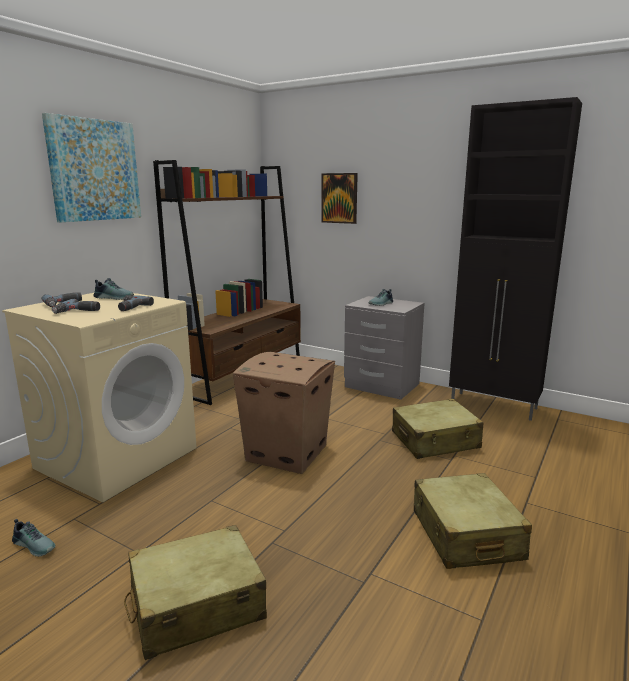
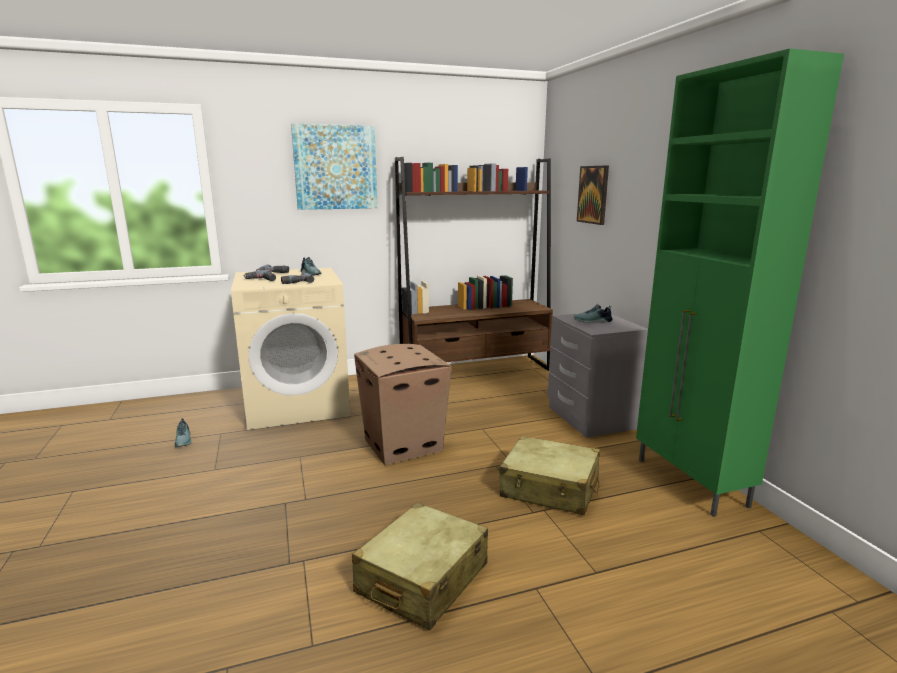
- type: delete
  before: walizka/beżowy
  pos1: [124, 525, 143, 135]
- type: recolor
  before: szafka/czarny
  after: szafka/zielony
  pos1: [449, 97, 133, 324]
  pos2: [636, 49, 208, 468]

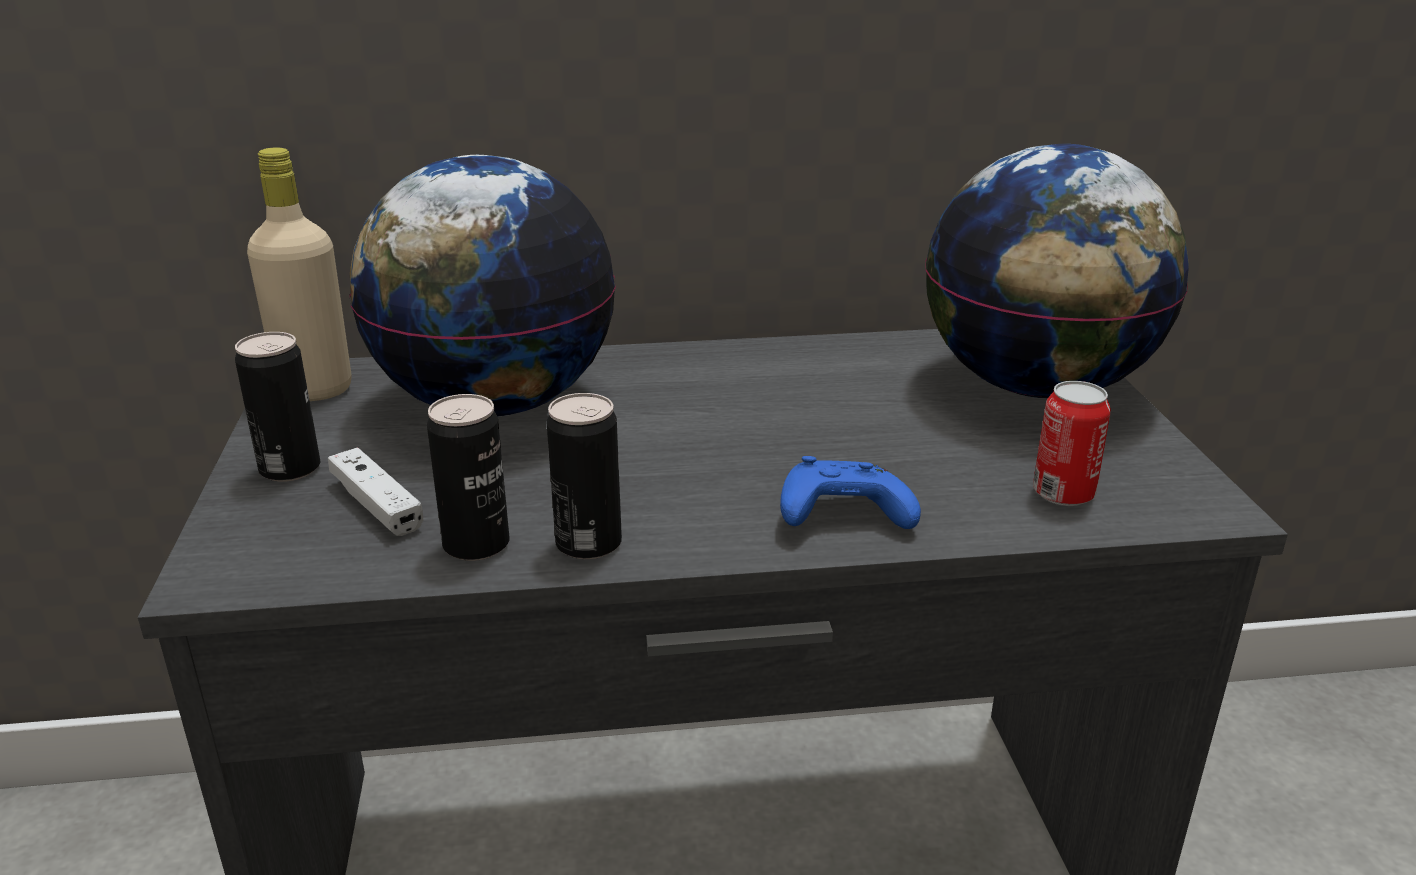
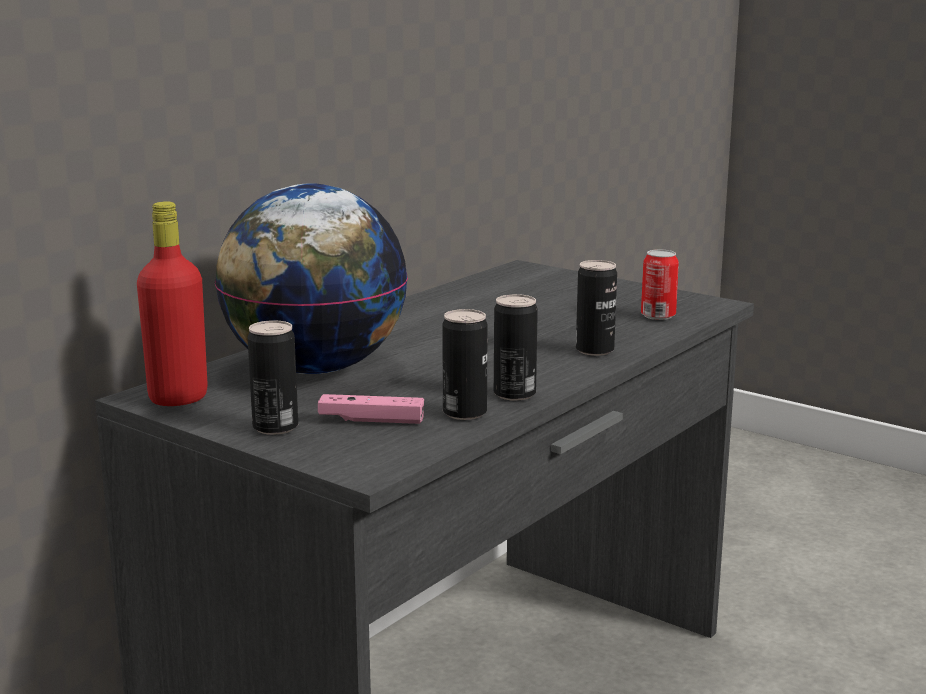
- type: recolor
  before: butelka/beżowy
  after: butelka/czerwony
  pos1: [247, 147, 104, 254]
  pos2: [137, 201, 71, 205]
- type: recolor
  before: pad do gier/biały
  after: pad do gier/różowy
  pos1: [328, 448, 95, 88]
  pos2: [318, 394, 106, 30]
- type: replace
  before: pad do gier/niebieski
  after: puszka
  pos1: [780, 456, 141, 73]
  pos2: [576, 260, 41, 96]
- type: delete
  before: globus
  pos1: [925, 144, 264, 254]

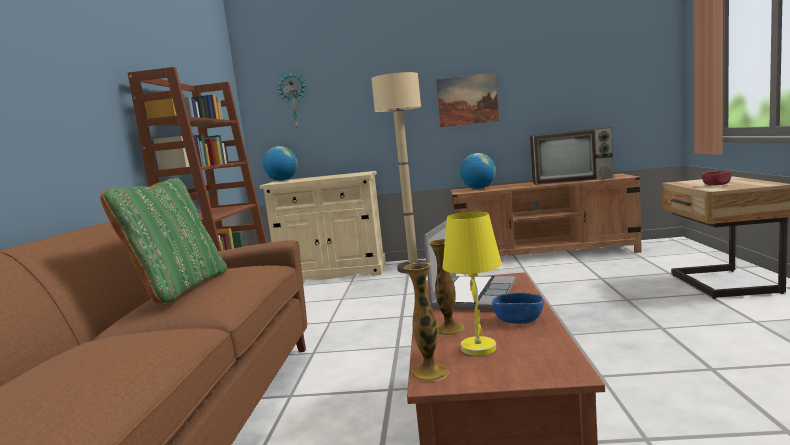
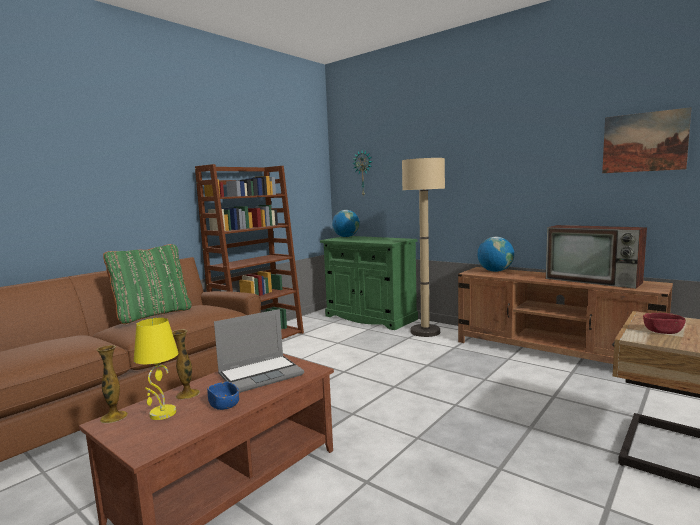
- type: recolor
  before: szafka/beżowy
  after: szafka/zielony
  pos1: [260, 171, 126, 109]
  pos2: [320, 236, 98, 94]
- type: move
  before: obraz
  pos1: [436, 73, 63, 54]
  pos2: [602, 107, 89, 66]

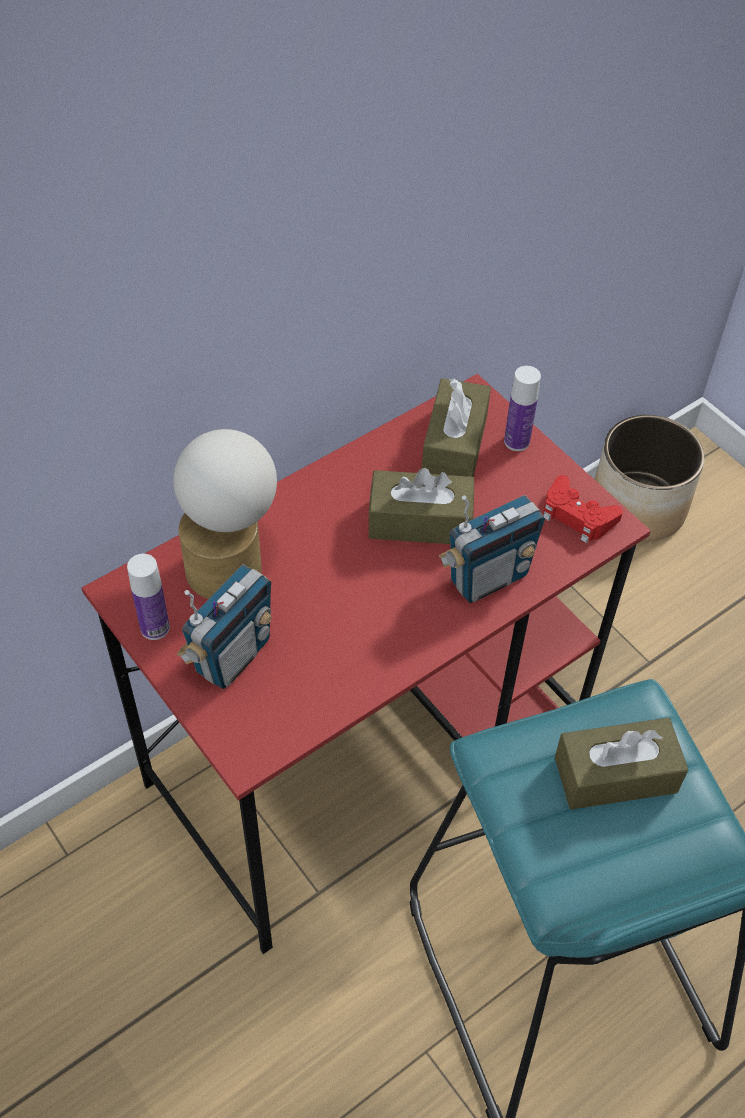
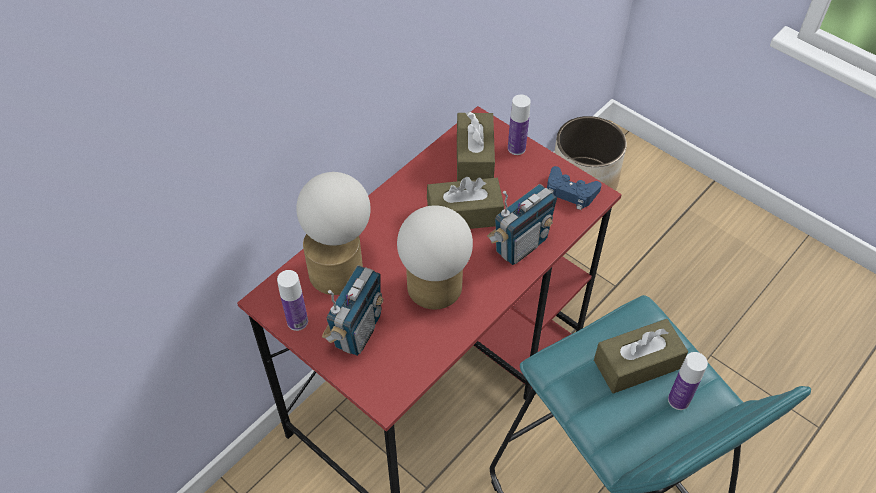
- type: recolor
  before: pad do gier/czerwony
  after: pad do gier/niebieski
  pos1: [543, 475, 80, 68]
  pos2: [547, 166, 54, 44]
- type: insert
  after: lampa stołowa
  pos2: [397, 205, 76, 104]
- type: insert
  after: butelka
  pos2: [668, 352, 40, 58]

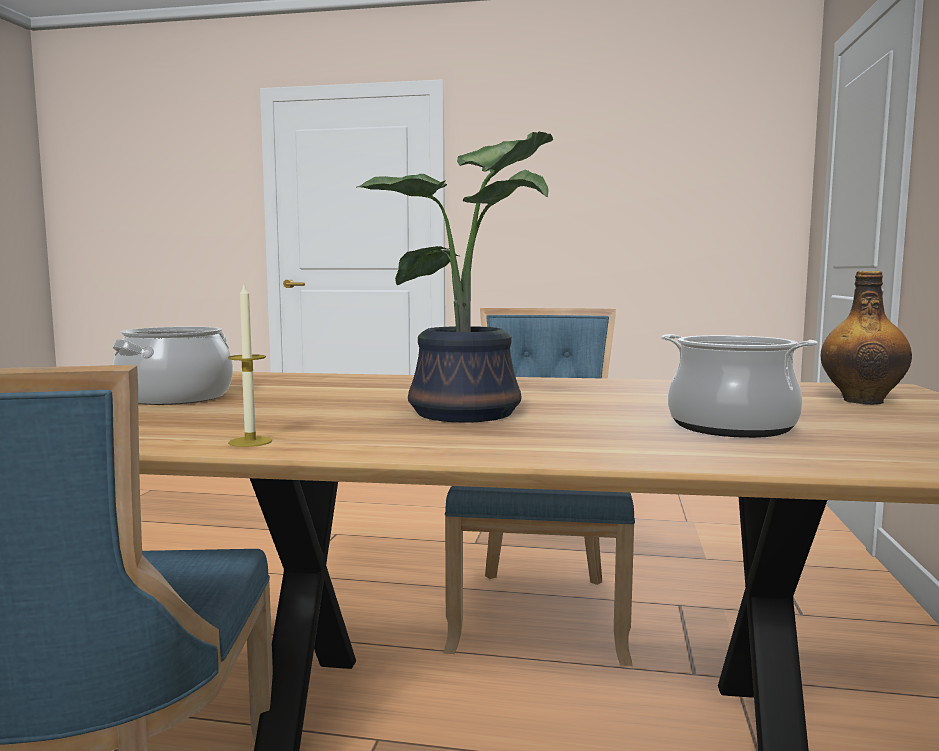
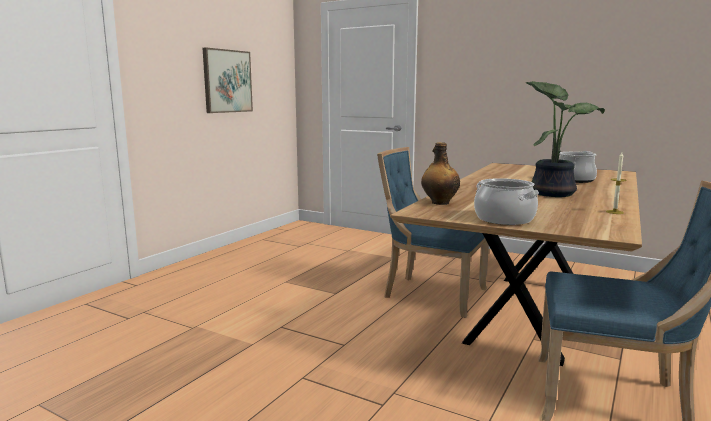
- type: move
  before: butelka
  pos1: [821, 271, 91, 133]
  pos2: [421, 142, 39, 63]
- type: insert
  after: obraz
  pos2: [203, 48, 50, 65]

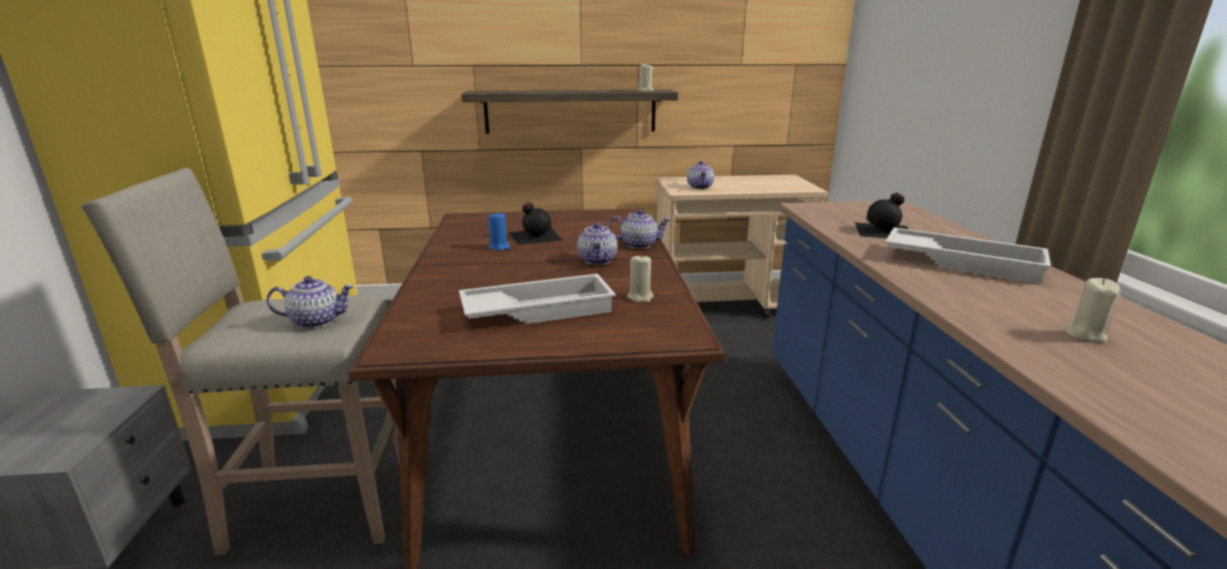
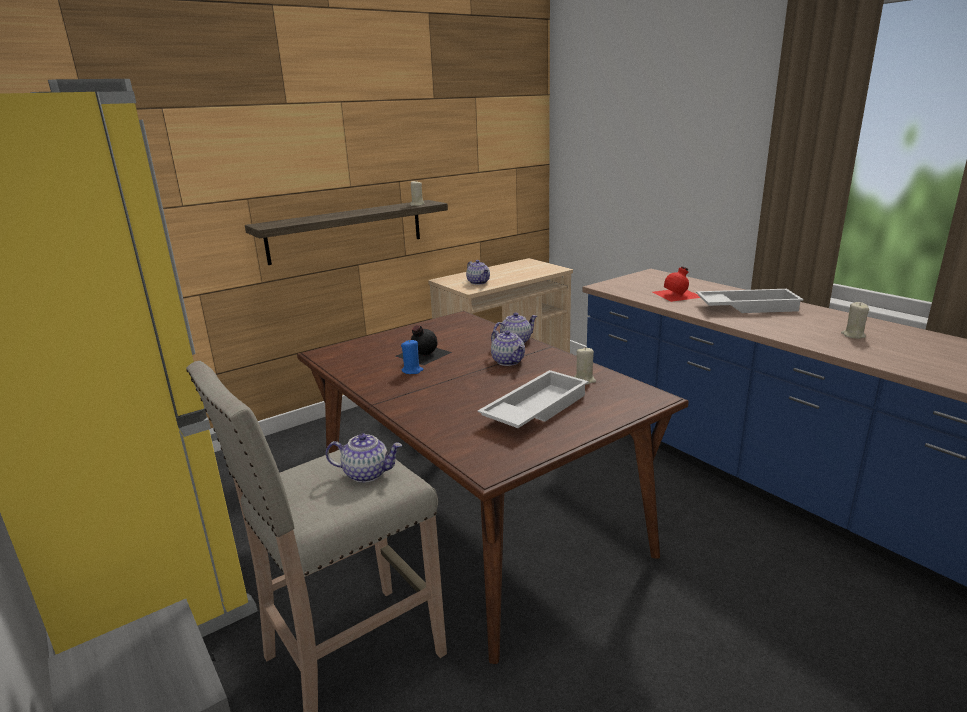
- type: rotate
  before: imbryk
  pos1: [266, 276, 88, 52]
  pos2: [326, 433, 76, 50]
  turn: 45
- type: recolor
  before: butelka/czarny
  after: butelka/czerwony
  pos1: [854, 192, 55, 46]
  pos2: [653, 266, 47, 36]

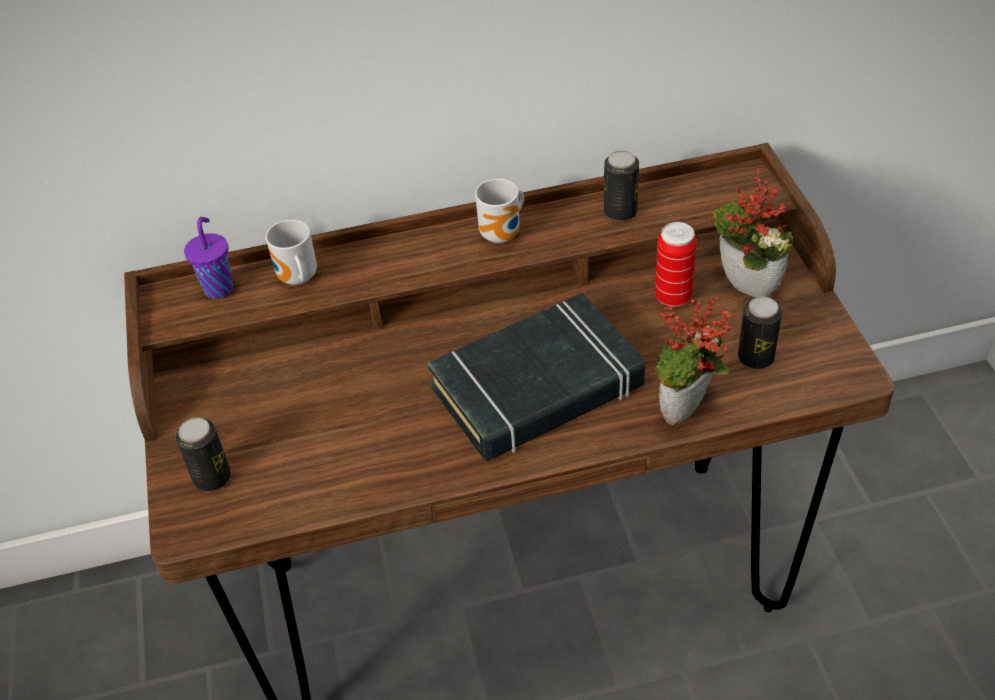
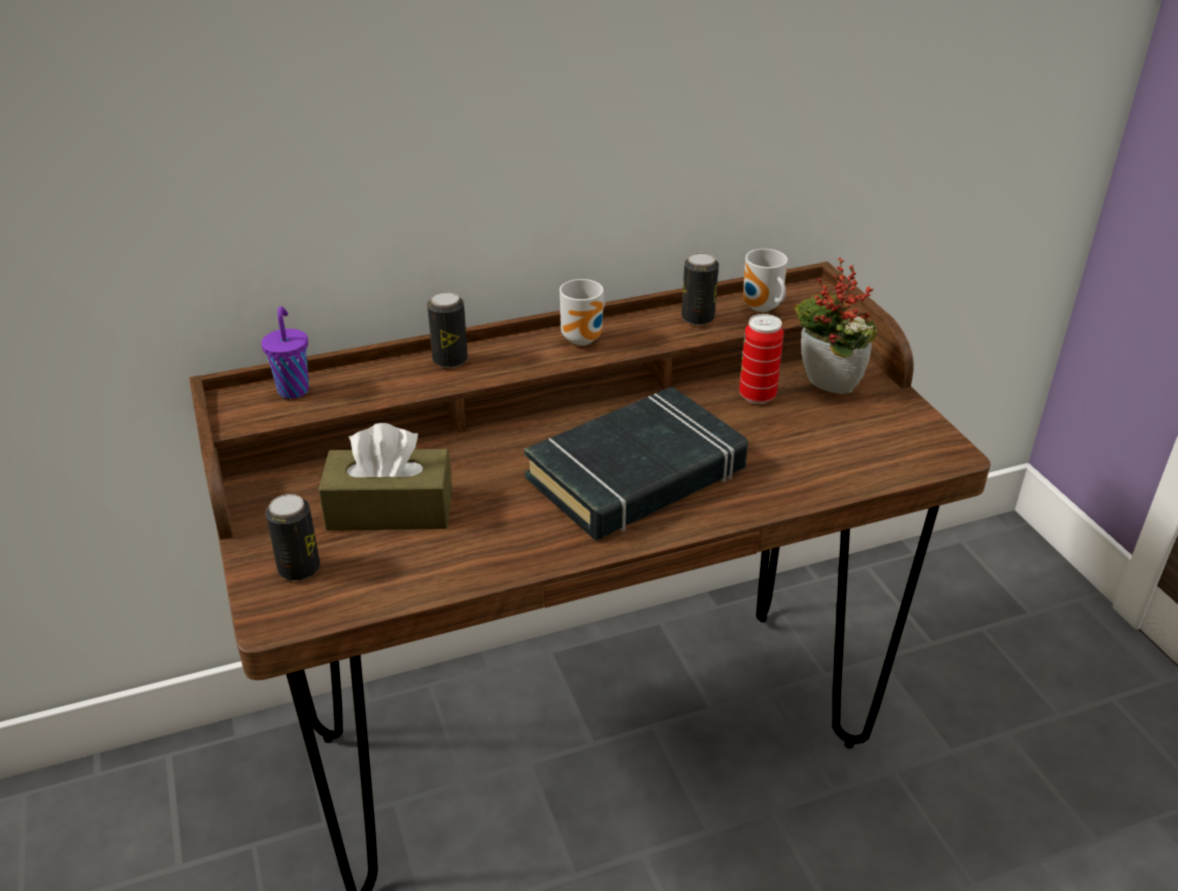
- type: move
  before: kubek
  pos1: [265, 220, 52, 65]
  pos2: [743, 249, 45, 63]
- type: delete
  before: roślina doniczkowa
  pos1: [655, 297, 77, 128]
- type: move
  before: puszka
  pos1: [738, 297, 44, 72]
  pos2: [427, 292, 41, 76]
- type: insert
  after: pudełko chusteczek/brązowy
  pos2: [318, 423, 134, 108]

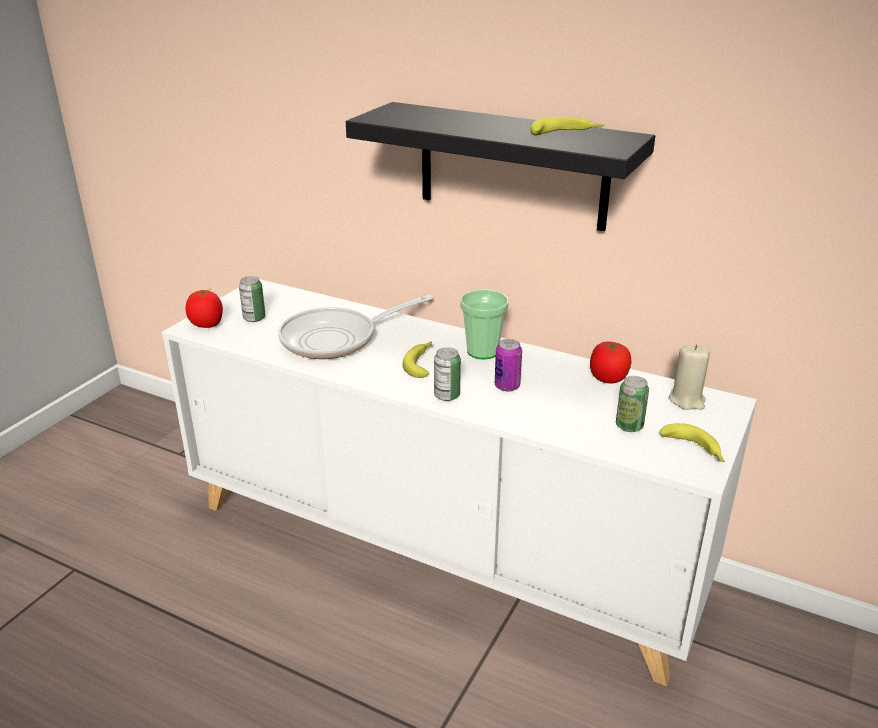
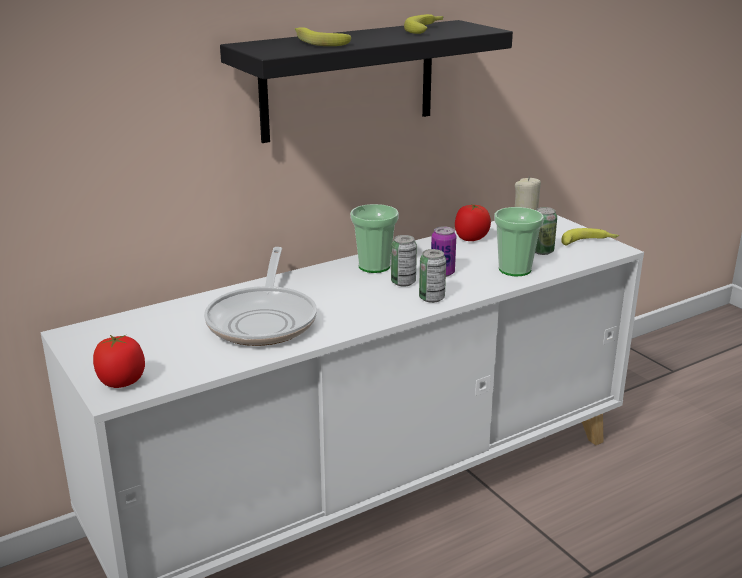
- type: move
  before: puszka
  pos1: [239, 276, 27, 46]
  pos2: [391, 235, 26, 52]
- type: move
  before: banan
  pos1: [402, 341, 30, 37]
  pos2: [295, 27, 56, 19]
- type: insert
  after: filiżanka
  pos2: [494, 207, 50, 69]

